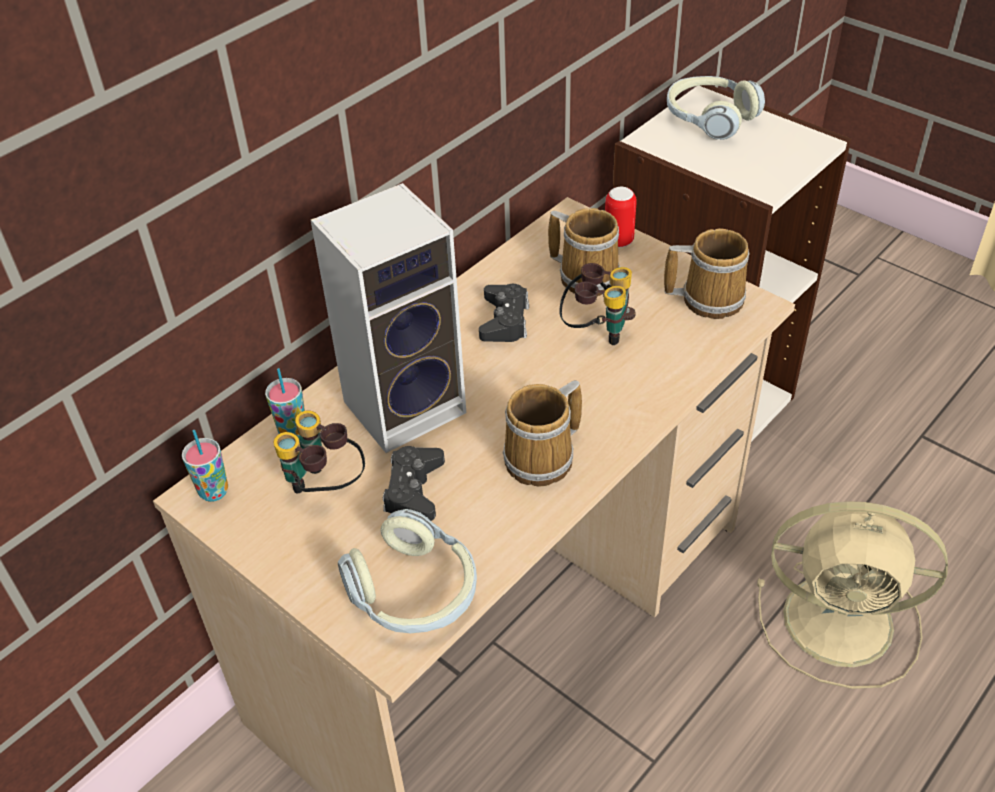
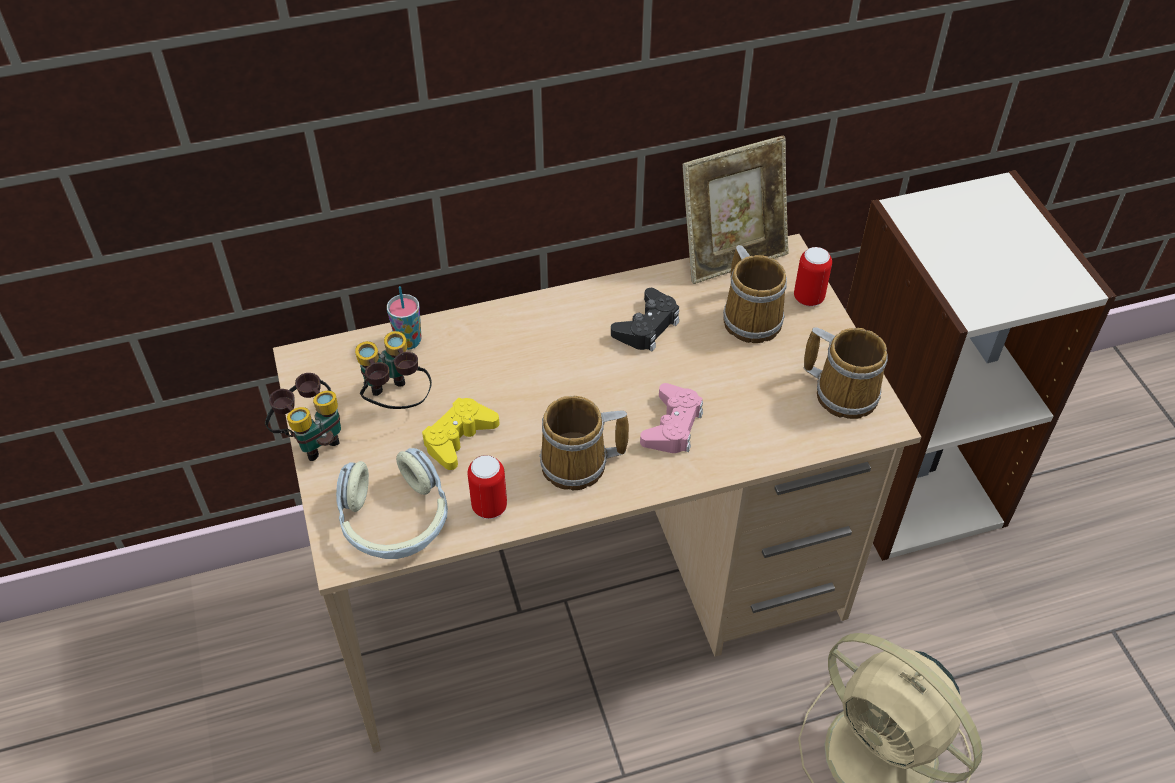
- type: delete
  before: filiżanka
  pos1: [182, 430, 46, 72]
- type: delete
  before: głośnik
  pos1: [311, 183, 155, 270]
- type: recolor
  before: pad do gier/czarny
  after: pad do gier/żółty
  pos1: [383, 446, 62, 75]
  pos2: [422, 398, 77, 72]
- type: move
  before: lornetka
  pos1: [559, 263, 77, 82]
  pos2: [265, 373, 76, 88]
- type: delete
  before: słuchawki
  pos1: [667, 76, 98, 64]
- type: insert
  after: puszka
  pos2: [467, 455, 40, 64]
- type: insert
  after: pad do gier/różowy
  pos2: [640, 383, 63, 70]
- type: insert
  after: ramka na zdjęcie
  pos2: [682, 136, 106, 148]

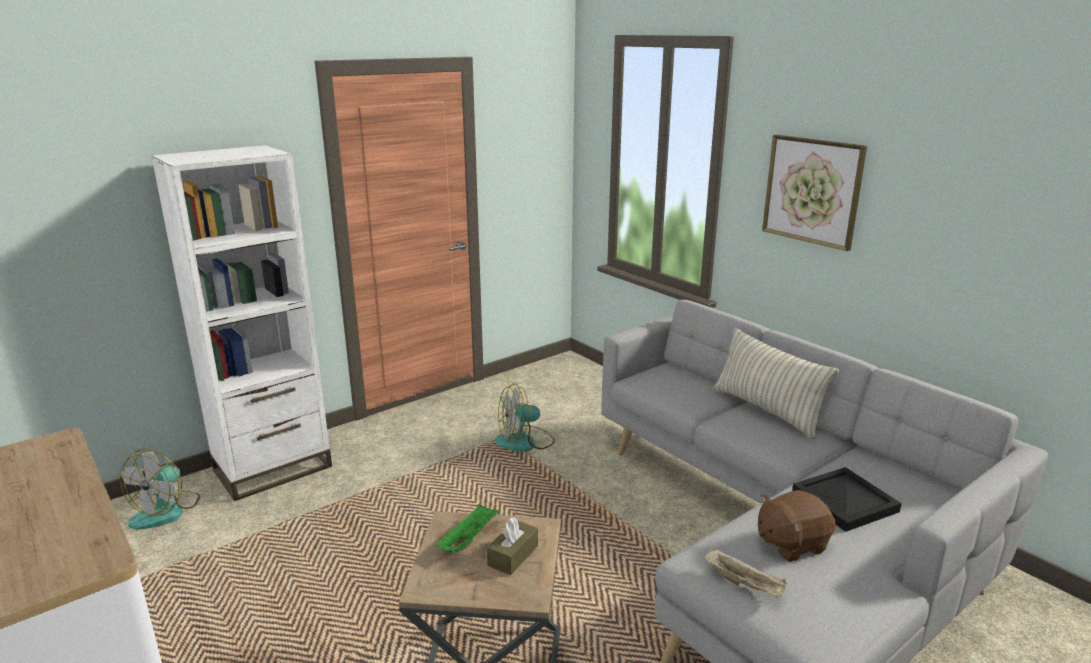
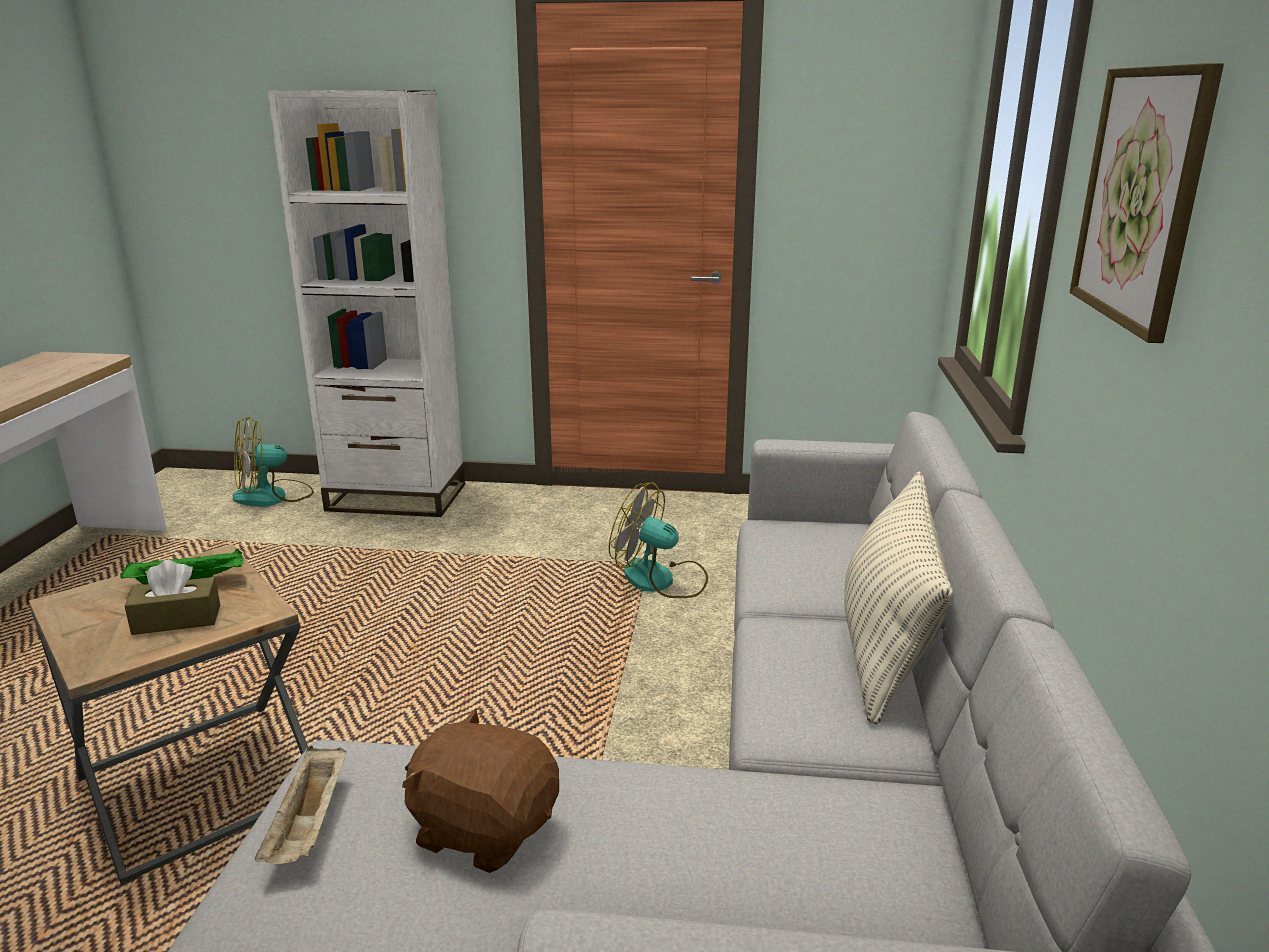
- type: delete
  before: taca/czarny
  pos1: [792, 467, 110, 65]

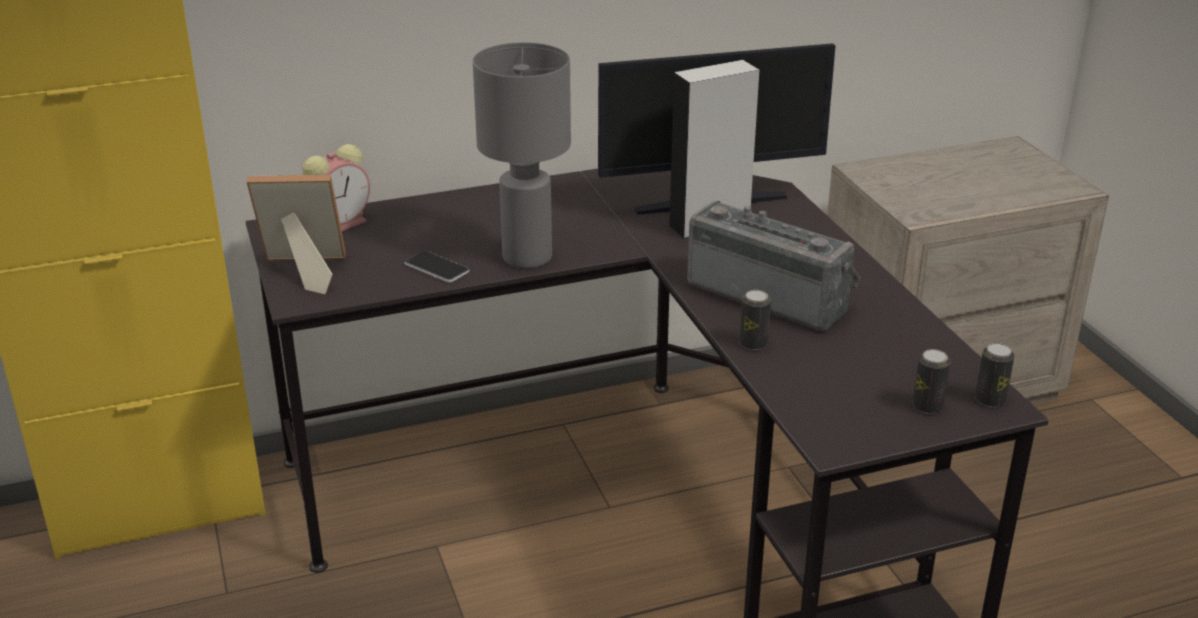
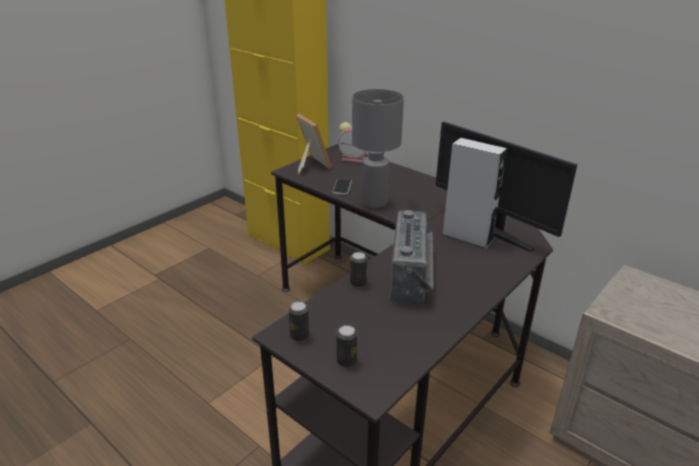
- type: move
  before: puszka
  pos1: [975, 343, 40, 64]
  pos2: [289, 301, 20, 40]

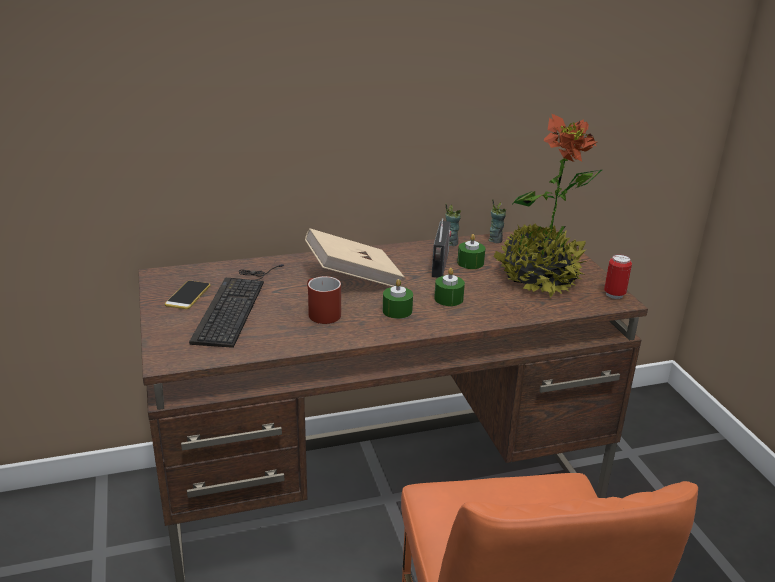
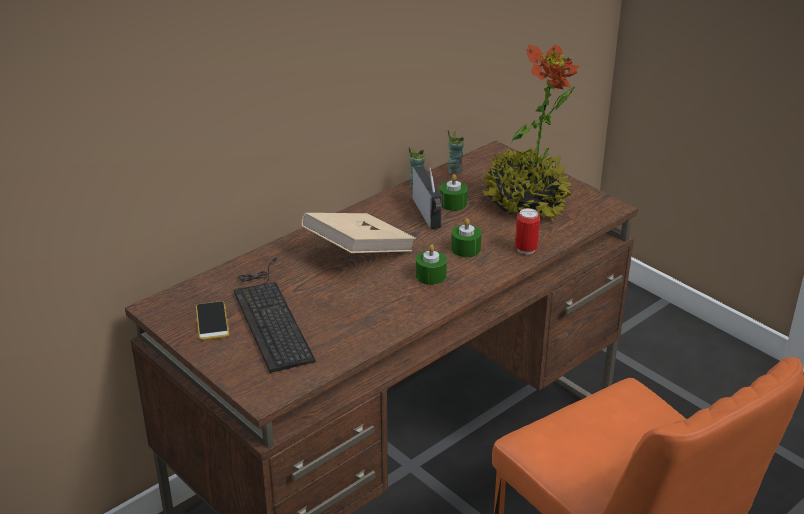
- type: delete
  before: kubek/czerwony
  pos1: [307, 276, 34, 48]
- type: move
  before: puszka
  pos1: [604, 254, 28, 45]
  pos2: [515, 208, 25, 46]

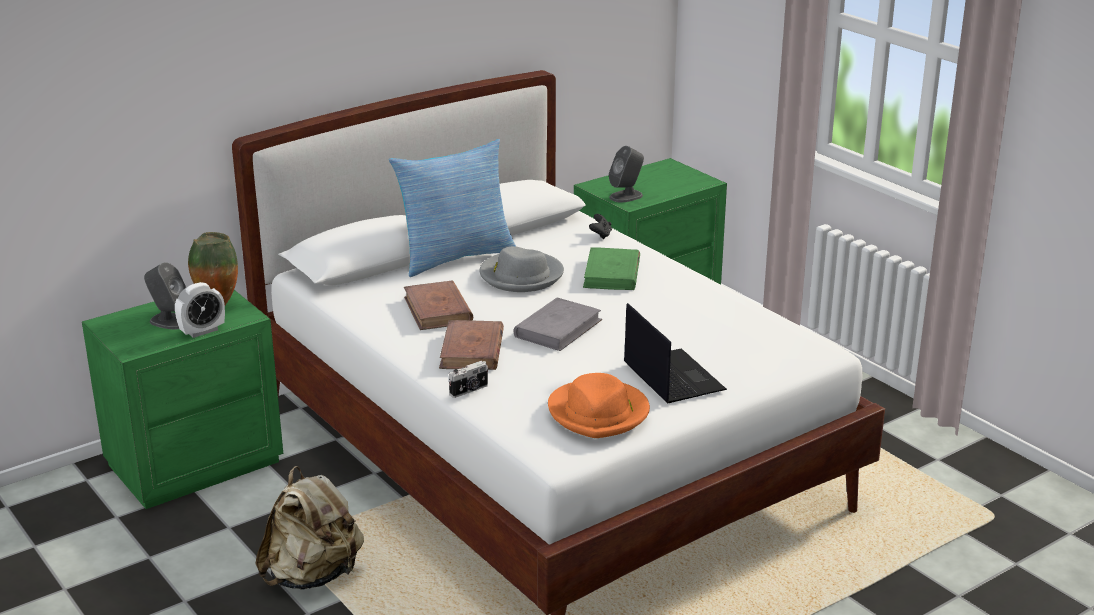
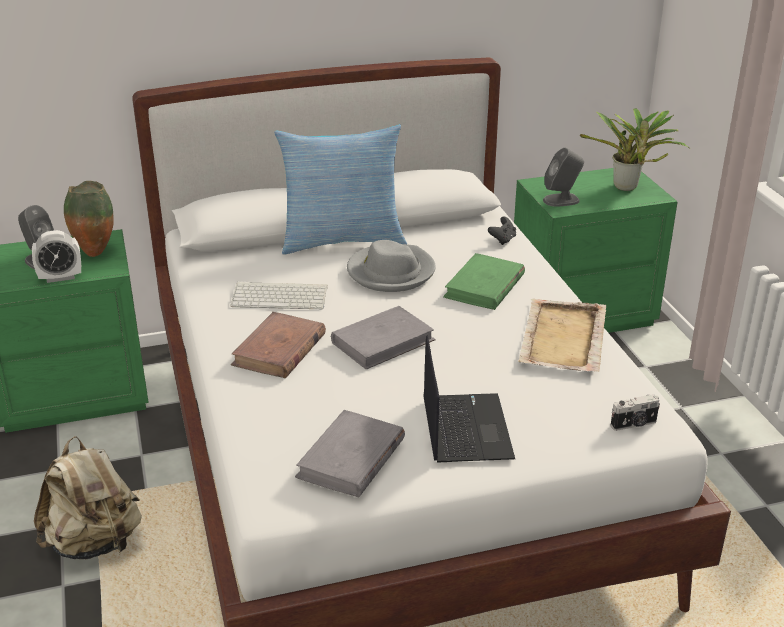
- type: replace
  before: książka/brązowy
  after: klawiatura
  pos1: [404, 280, 69, 50]
  pos2: [230, 282, 98, 27]
- type: move
  before: aparat fotograficzny
  pos1: [449, 361, 39, 37]
  pos2: [610, 394, 50, 37]
- type: replace
  before: kapelusz/pomarańczowy
  after: książka/szary
  pos1: [548, 373, 102, 65]
  pos2: [295, 410, 110, 88]
- type: insert
  after: taca/beżowy
  pos2: [518, 299, 88, 73]
- type: insert
  after: roślina doniczkowa
  pos2: [580, 108, 110, 83]

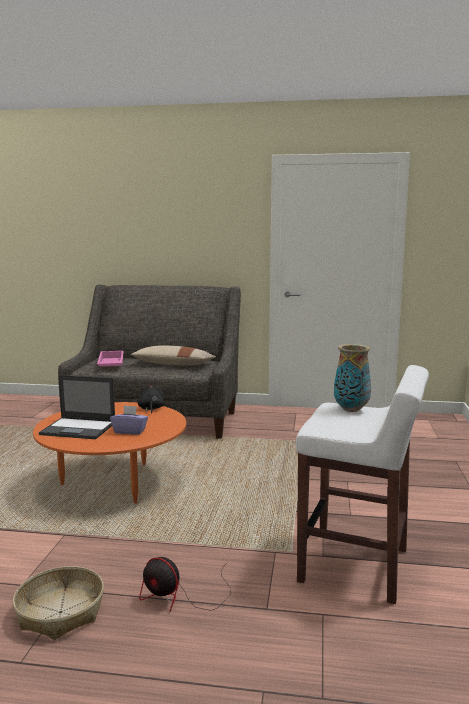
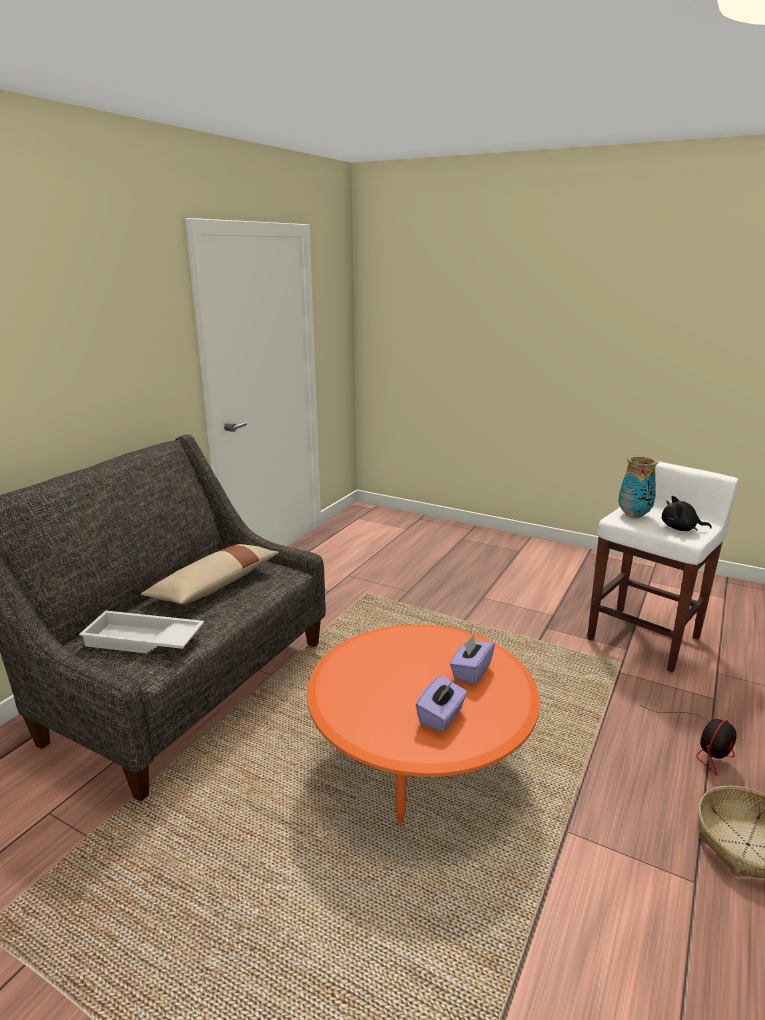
- type: replace
  before: laptop
  after: pudełko chusteczek/fioletowy
  pos1: [39, 375, 76, 64]
  pos2: [416, 676, 51, 56]
- type: recolor
  before: taca/różowy
  after: taca/biały
  pos1: [97, 351, 27, 16]
  pos2: [79, 611, 125, 43]
- type: move
  before: pluszak/czarny
  pos1: [137, 385, 27, 29]
  pos2: [662, 496, 50, 35]

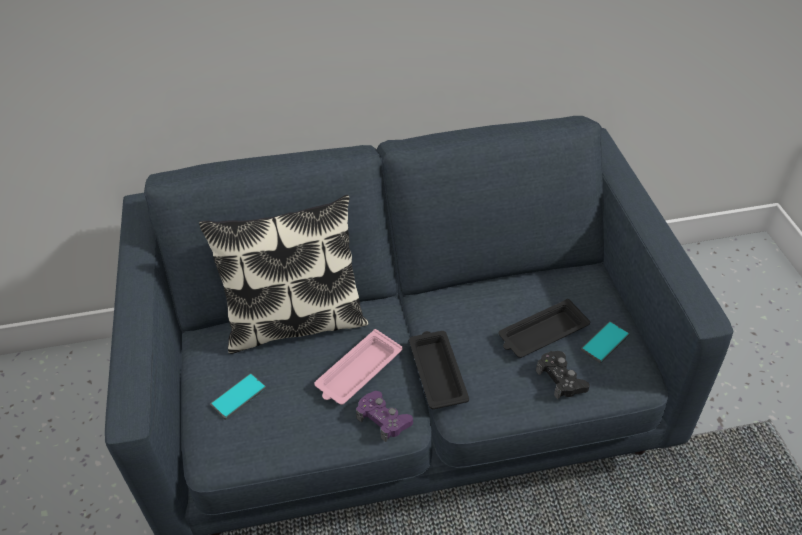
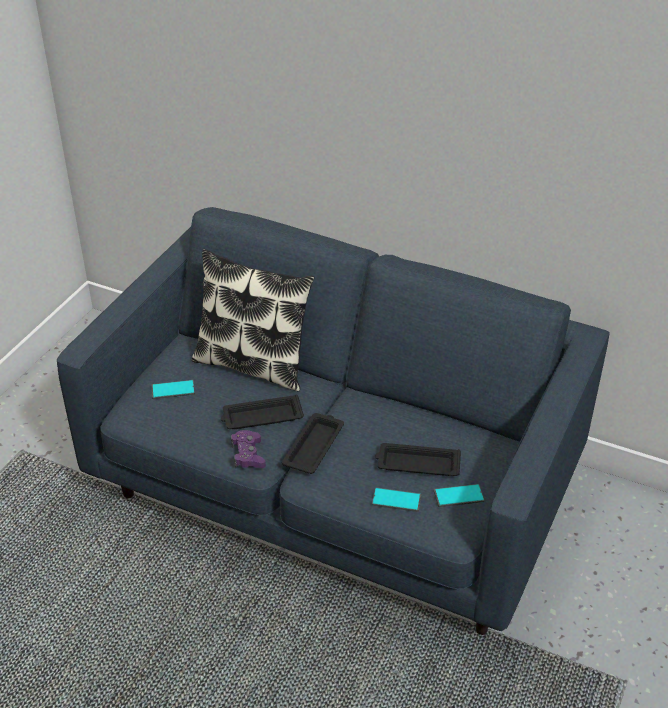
- type: recolor
  before: taca/różowy
  after: taca/czarny
  pos1: [314, 329, 88, 76]
  pos2: [221, 395, 83, 34]
- type: replace
  before: pad do gier/czarny
  after: telefon
  pos1: [536, 351, 54, 49]
  pos2: [372, 487, 49, 25]

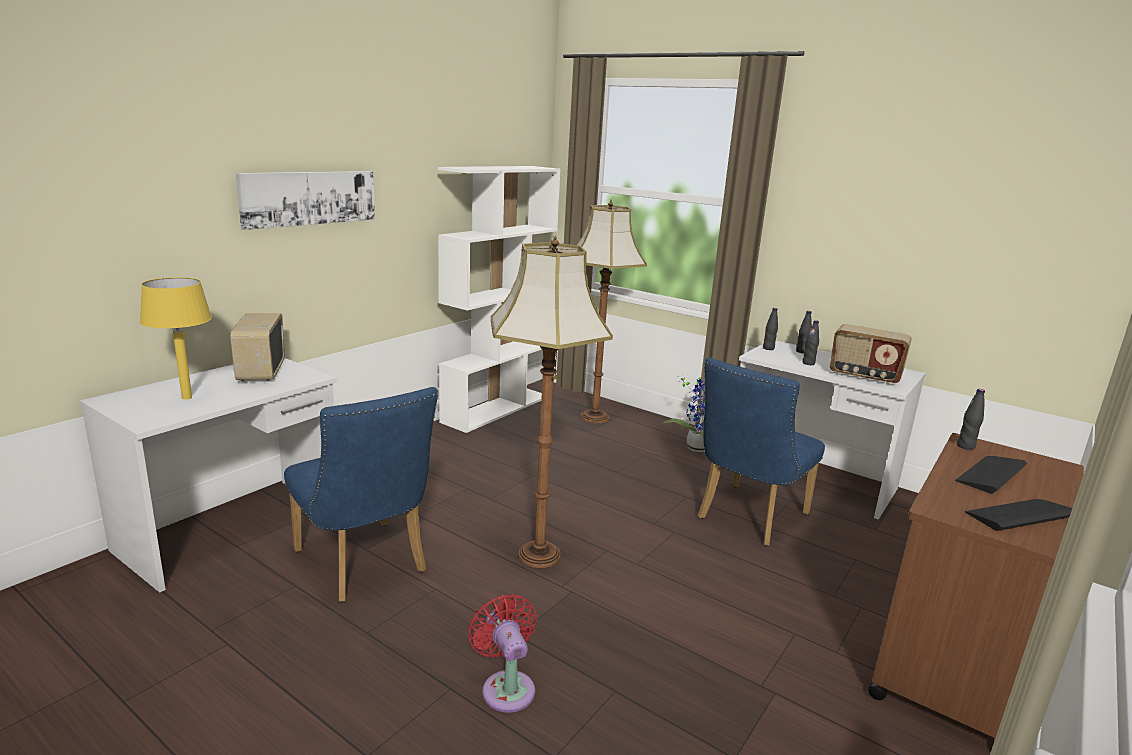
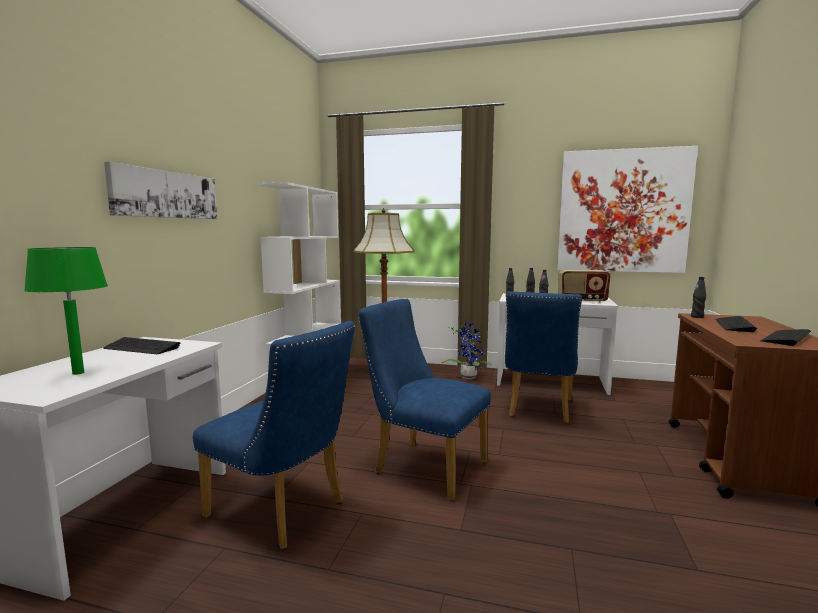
- type: recolor
  before: lampa stołowa/żółty
  after: lampa stołowa/zielony
  pos1: [140, 277, 72, 123]
  pos2: [24, 247, 84, 128]
- type: replace
  before: radio
  after: klawiatura
  pos1: [230, 313, 55, 69]
  pos2: [103, 337, 77, 17]
- type: delete
  before: wentylator/czerwony
  pos1: [468, 594, 69, 119]
- type: replace
  before: lampa stojąca
  after: krzesło/niebieski
  pos1: [491, 236, 122, 332]
  pos2: [358, 299, 133, 202]
- type: insert
  after: obraz
  pos2: [557, 146, 141, 127]

